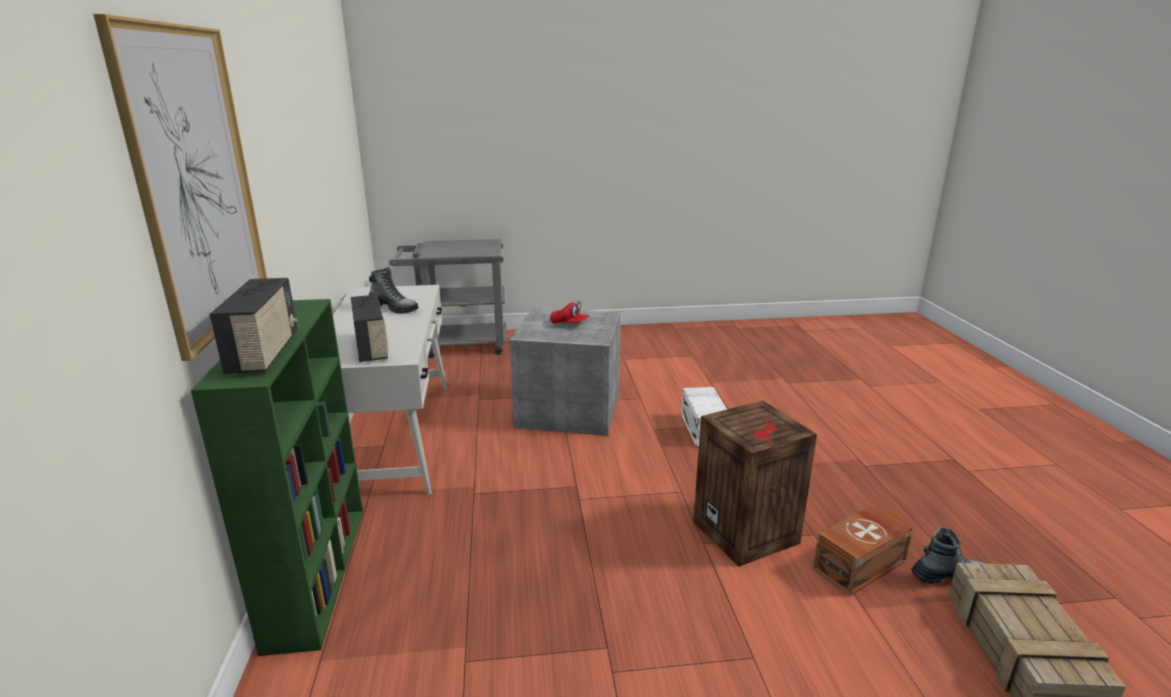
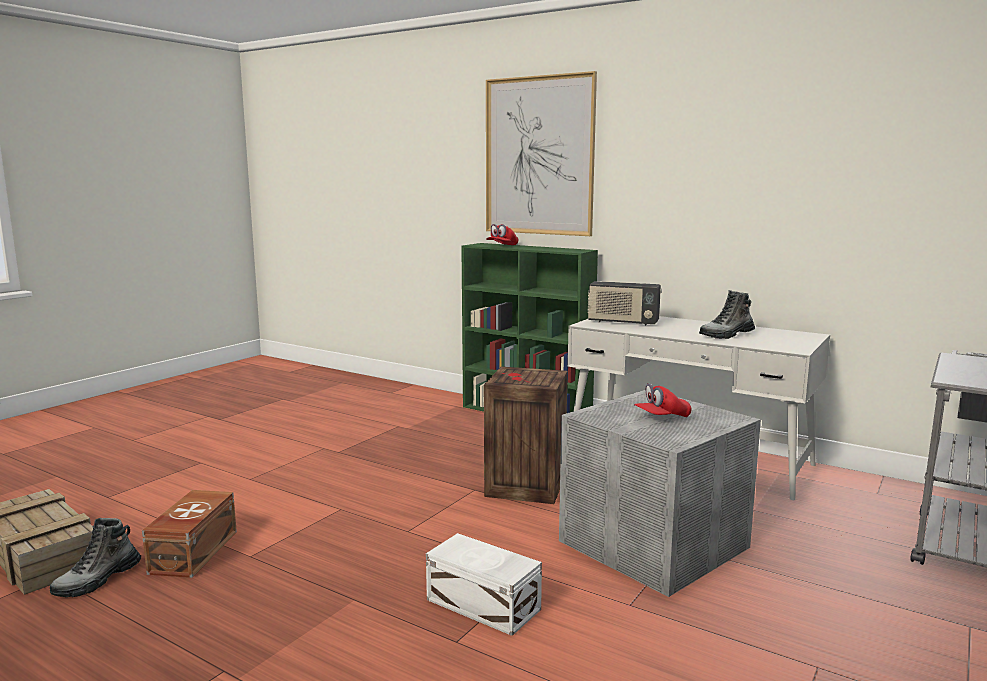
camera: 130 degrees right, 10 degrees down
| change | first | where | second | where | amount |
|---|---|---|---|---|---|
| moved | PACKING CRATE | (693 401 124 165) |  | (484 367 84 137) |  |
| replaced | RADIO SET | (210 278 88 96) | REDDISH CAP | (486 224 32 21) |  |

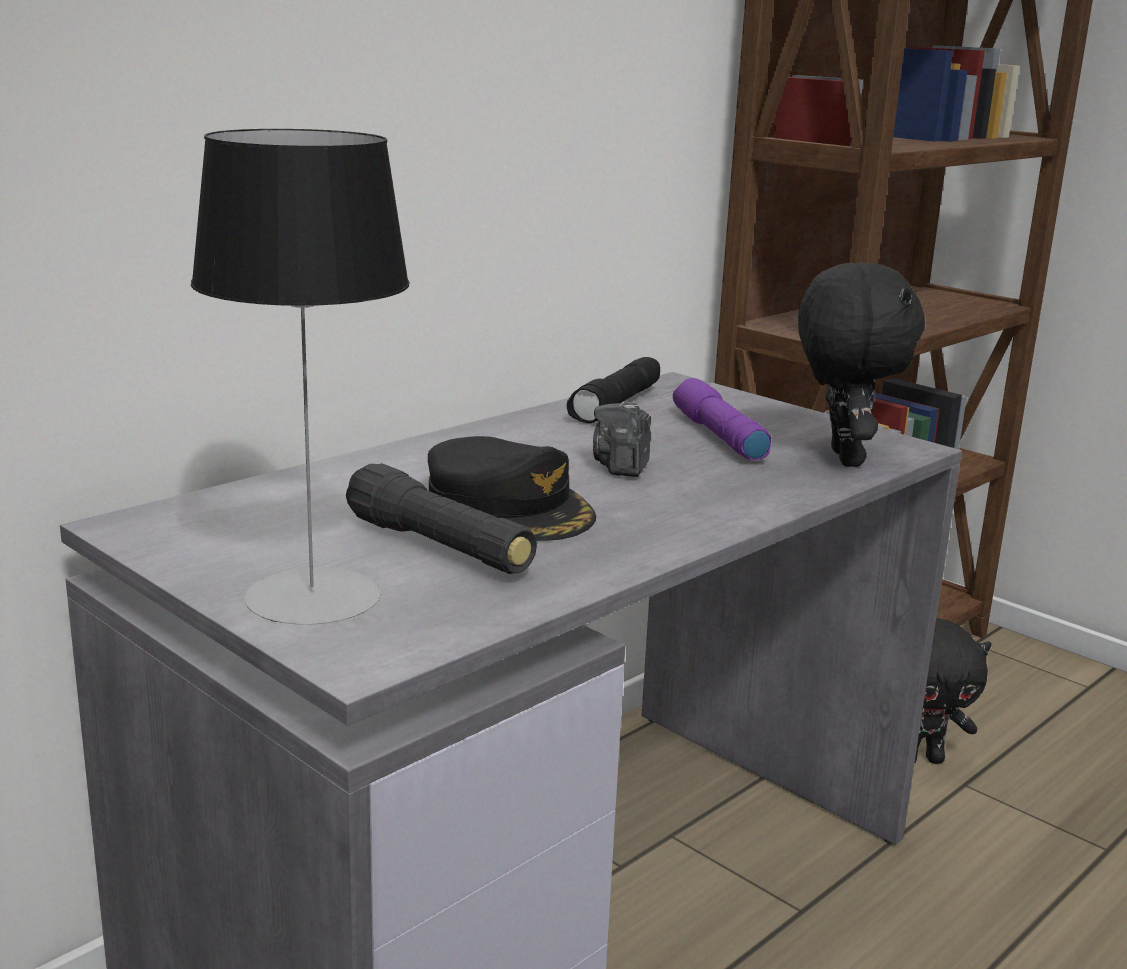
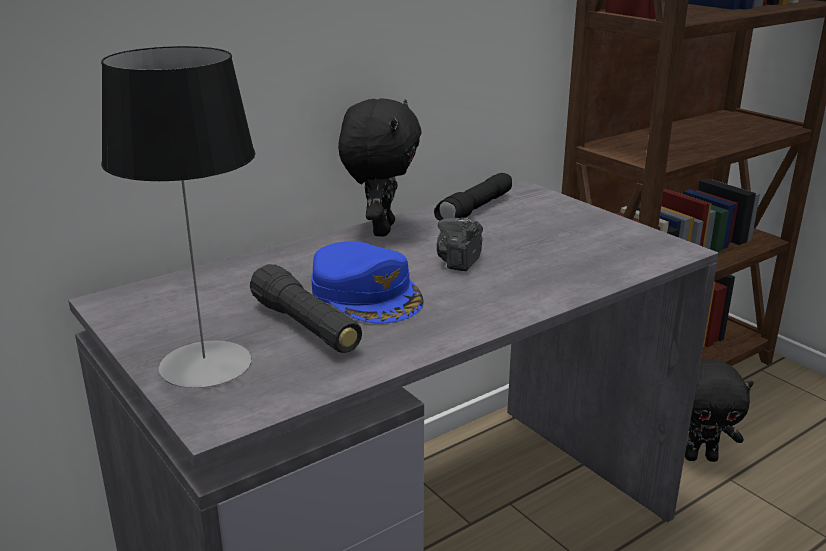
camera: 10 degrees right, 5 degrees up
| change | first | where | second | where | amount |
|---|---|---|---|---|---|
| recoloured | BLACKISH CAP | (428 436 168 105) | BLUE-COLOURED CAP | (311 241 113 83) |  |
| moved | BLACKISH SOFT TOY | (798 262 127 205) |  | (338 98 84 139) |  |
| removed | PURPLISH FLASHLIGHT | (673 378 98 82) |  |  |  |

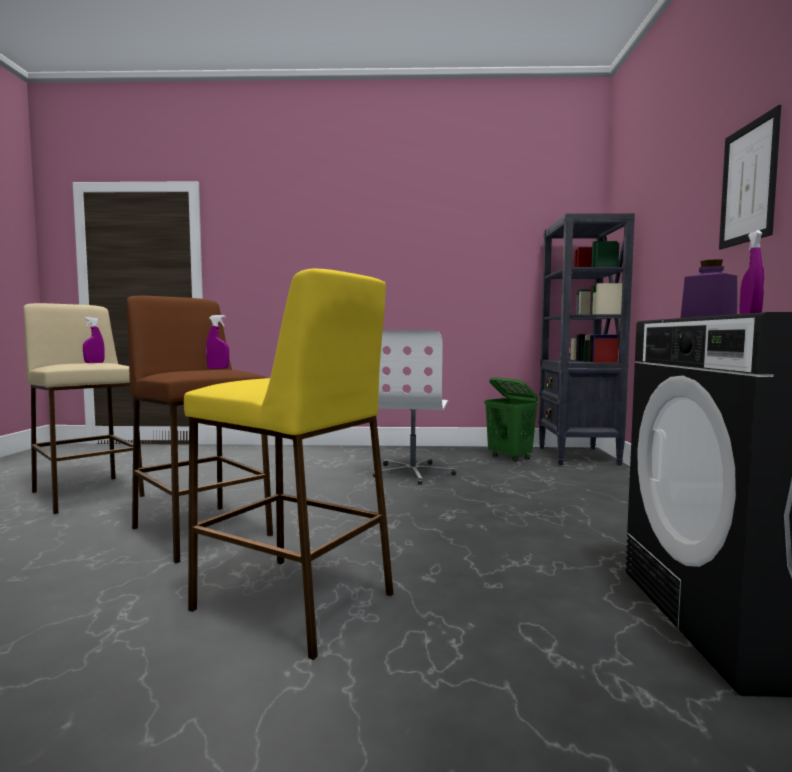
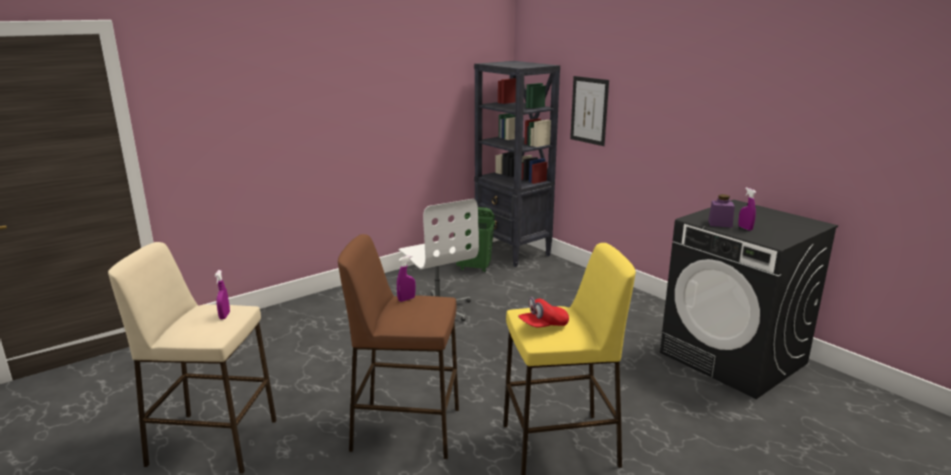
camera: 40 degrees left, 15 degrees up
| change | first | where | second | where | amount |
|---|---|---|---|---|---|
| added |  |  | REDDISH CAP | (518 297 51 31) |  |
| moved | WALL PICTURE | (719 105 62 144) |  | (570 76 39 70) |  |

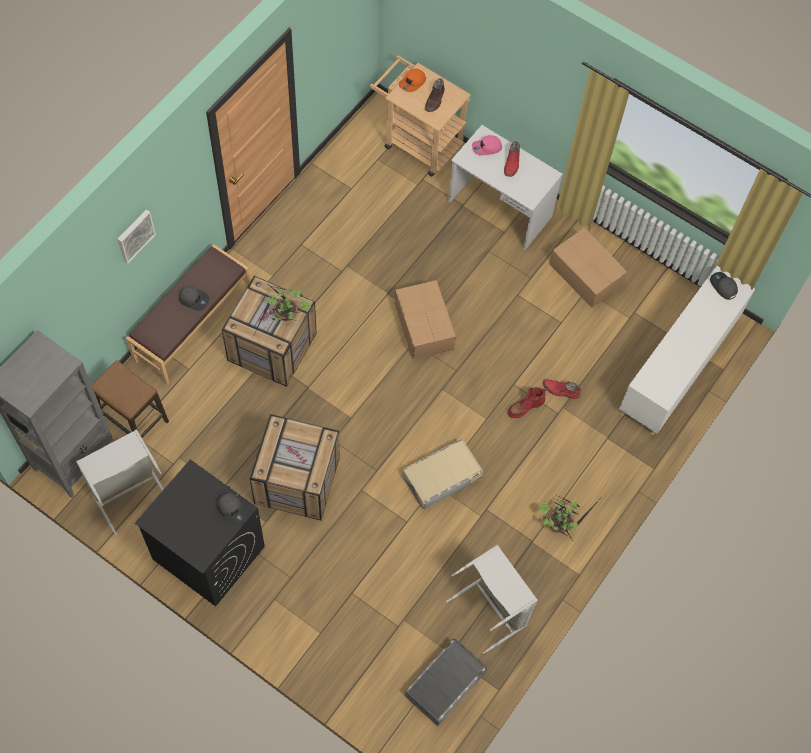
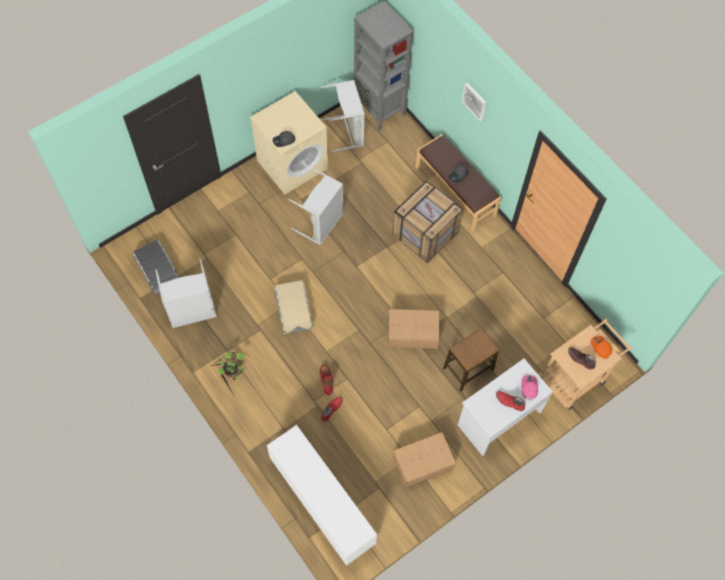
camera: 110 degrees right, 0 degrees up
| change | first | where | second | where | amount |
|---|---|---|---|---|---|
| recoloured | BLACKISH LAUNDRY MACHINE | (135 459 130 147) | SAND-COLOURED LAUNDRY MACHINE | (250 91 78 104) |  |
| replaced | PACKING CRATE | (249 414 91 107) | GRAY HAMPER | (288 168 55 77) |  |
| moved | SITTING STOOL | (92 360 77 78) |  | (443 328 56 63) |  |
| removed | HOUSEPLANT | (255 285 56 47) |  |  |  |
| removed | GRAY CAP | (710 272 28 28) |  |  |  |

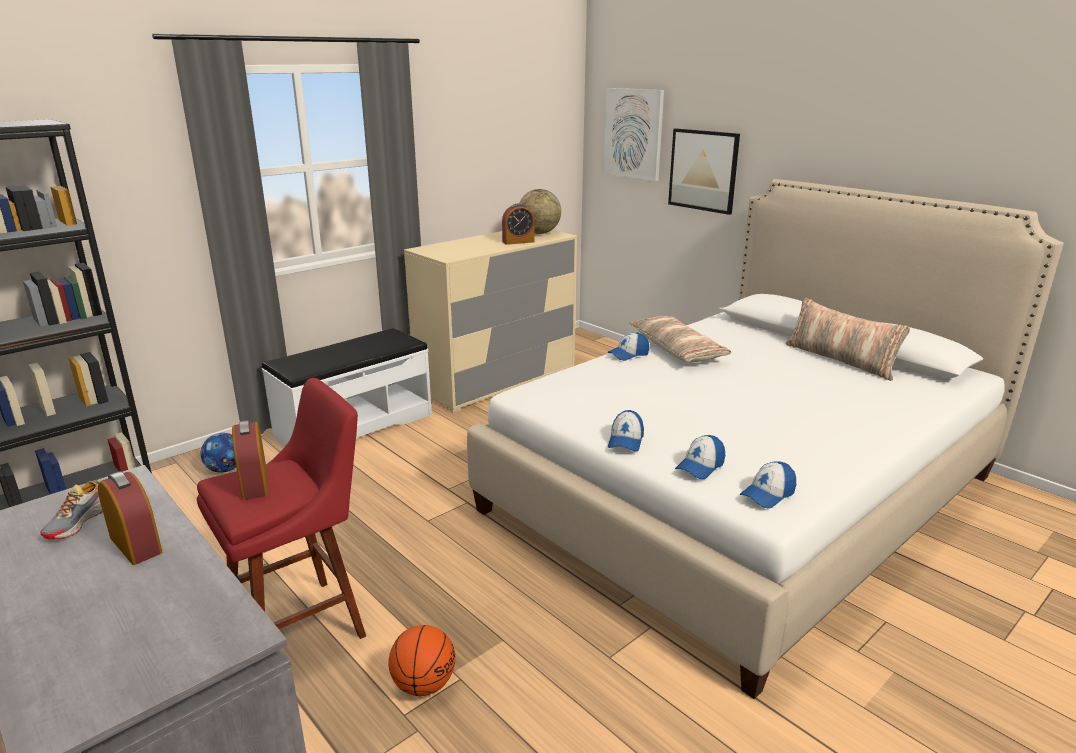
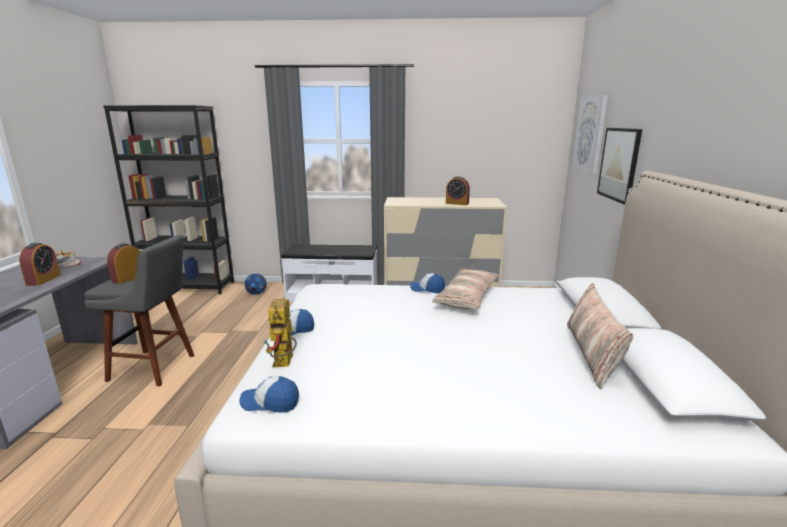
camera: 45 degrees right, 5 degrees down
| change | first | where | second | where | amount |
|---|---|---|---|---|---|
| recoloured | REDDISH SITTING STOOL | (197 378 169 261) | GRAY SITTING STOOL | (84 235 110 152) |  |
| replaced | CAP | (675 435 50 44) | ROBOT FIGURE | (263 299 34 69) |  |
| removed | BASKETBALL BALL | (388 625 68 71) |  |  |  |
| removed | WORLD GLOBE | (519 189 42 45) |  |  |  |

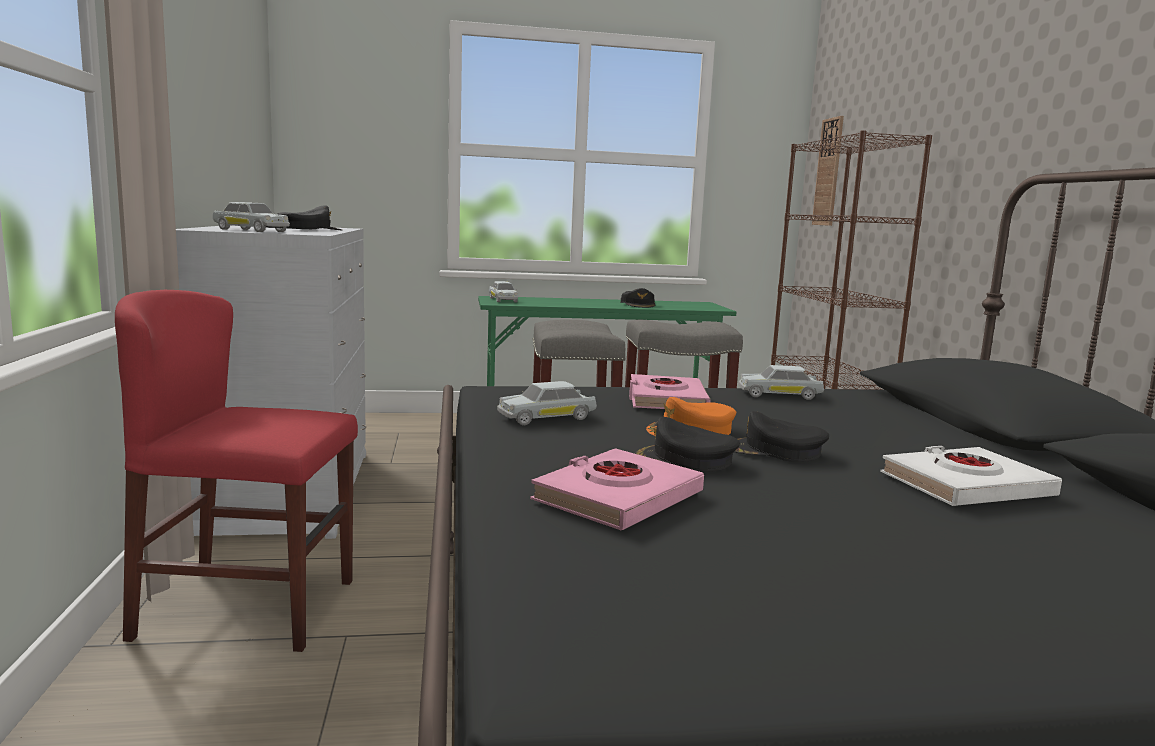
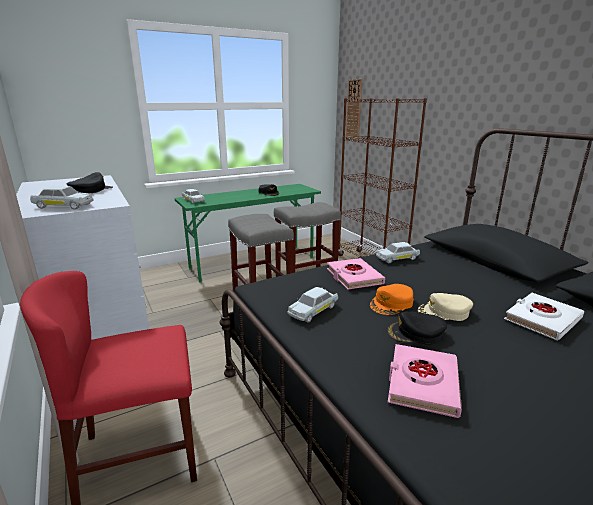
camera: 20 degrees left, 10 degrees up
| change | first | where | second | where | amount |
|---|---|---|---|---|---|
| recoloured | BLACKISH CAP | (734 411 95 51) | SAND-COLOURED CAP | (418 293 55 28) |  |

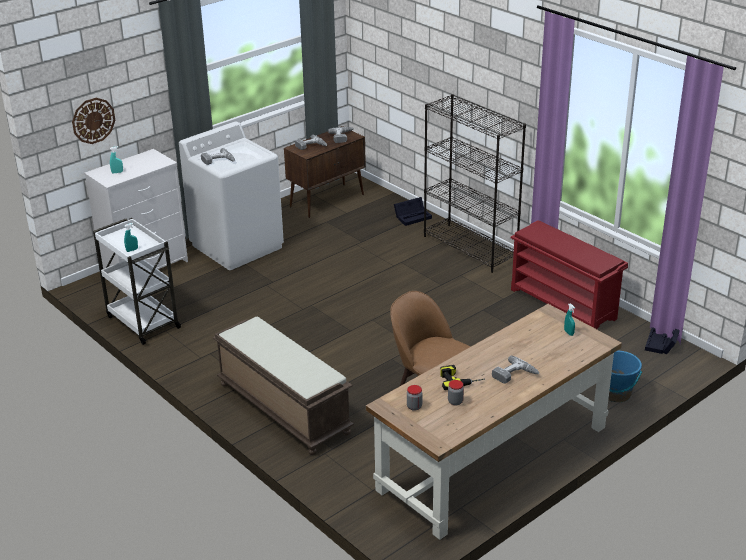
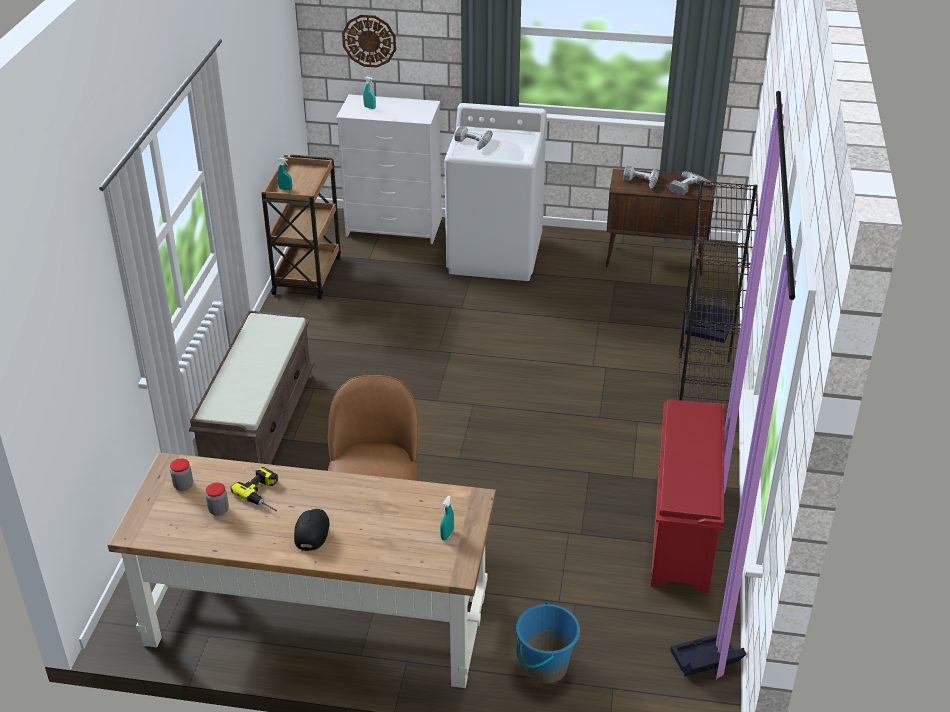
camera: 50 degrees right, 5 degrees up
| change | first | where | second | where | amount |
|---|---|---|---|---|---|
| recoloured | WHITE-COLOURED CART | (93 218 88 127) | BROWN CART | (261 154 80 145) |  |
| replaced | ELECTRIC DRILL | (492 356 48 28) | BLACKISH CAP | (294 509 36 42) |  |

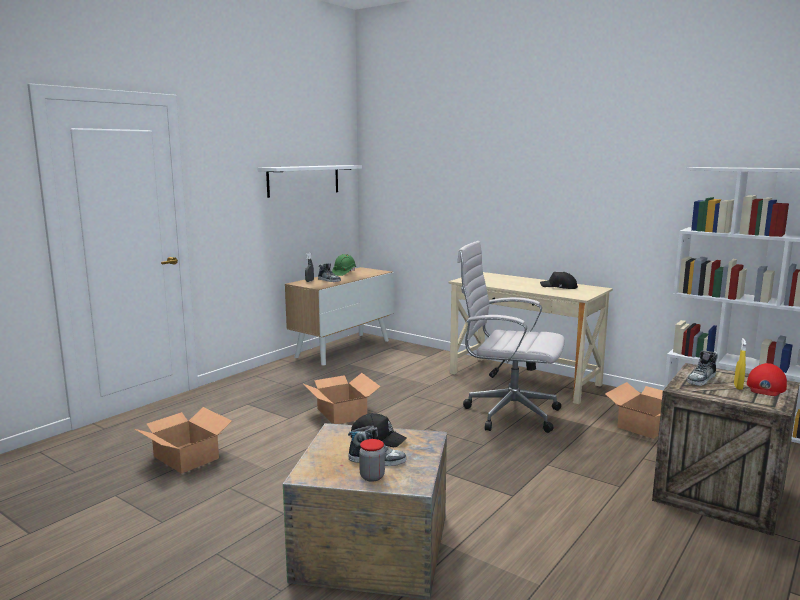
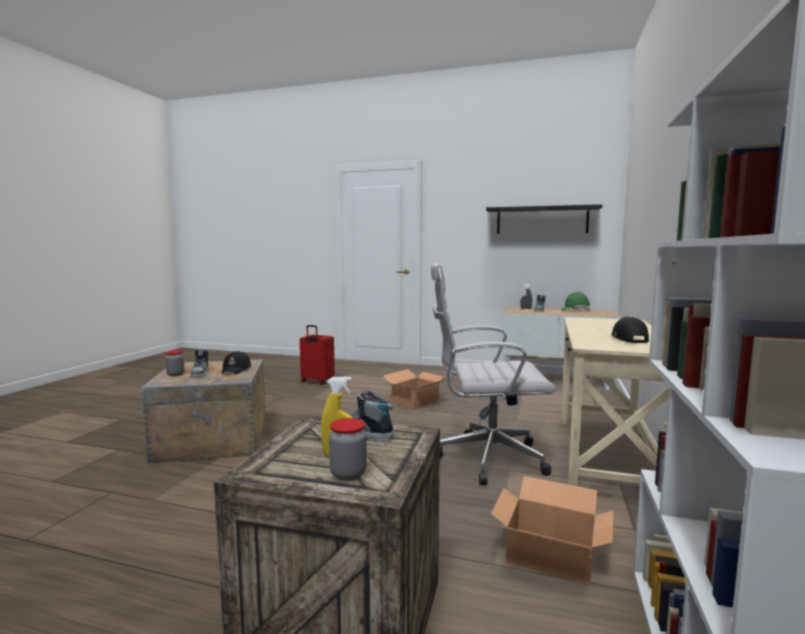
camera: 70 degrees right, 5 degrees down
| change | first | where | second | where | amount |
|---|---|---|---|---|---|
| replaced | CARDBOARD BOX | (135 407 97 67) | REDDISH SUITCASE | (300 325 35 60) |  |
| replaced | REDDISH CAP | (747 363 40 33) | JAR | (329 418 38 63) |  |
| turned | WHITE-COLOURED DESK CHAIR | (457 241 108 192) |  | (431 263 125 222) | 90 degrees counterclockwise |
| recoloured | WHITE-COLOURED SHELF | (258 165 104 33) | BLACKISH SHELF | (486 204 116 30) |  |

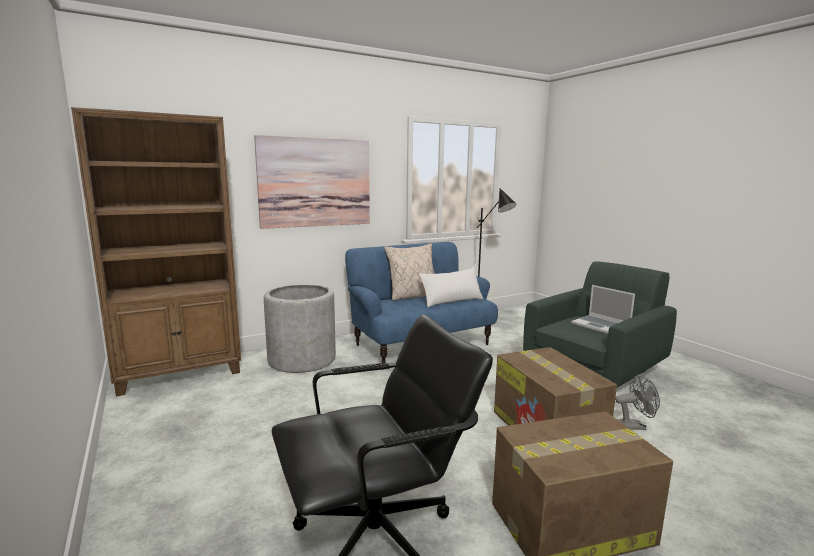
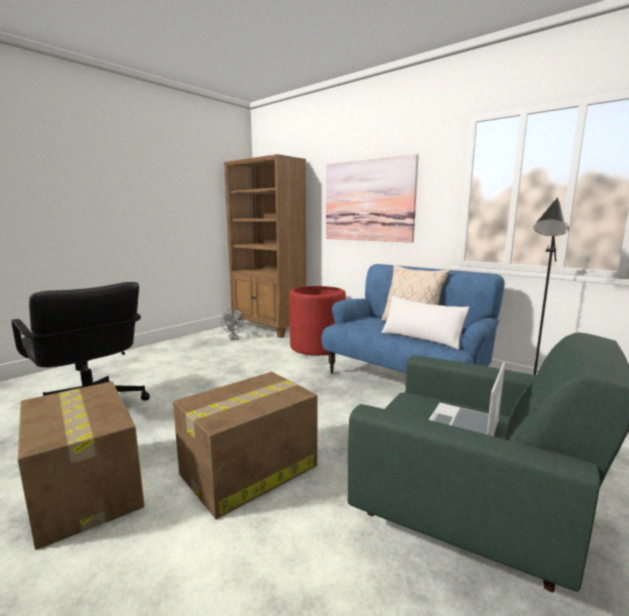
camera: 70 degrees right, 0 degrees up
| change | first | where | second | where | amount |
|---|---|---|---|---|---|
| moved | GRAY COOLING FAN | (615 374 45 56) |  | (221 309 26 32) |  |
| recoloured | GRAY FLOWER POT | (264 285 72 88) | REDDISH FLOWER POT | (289 286 57 70) |  |

